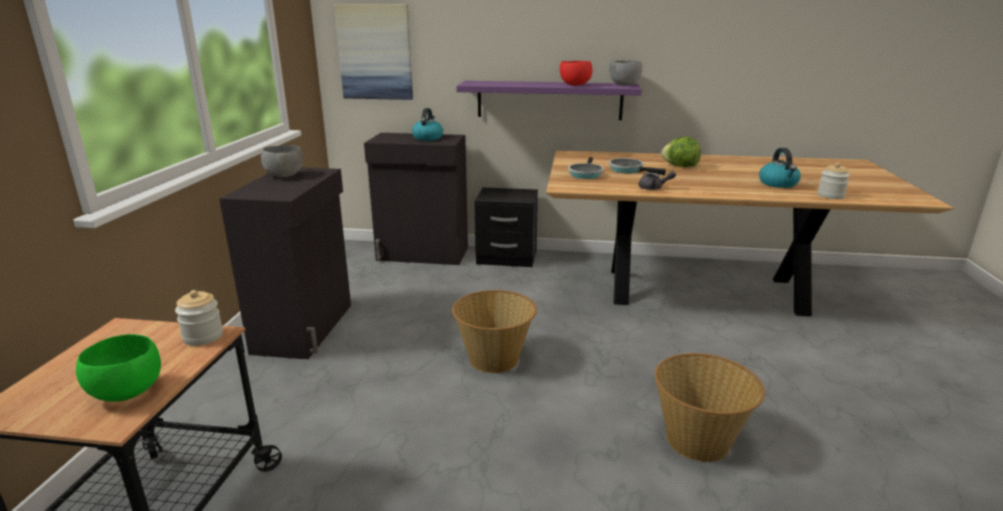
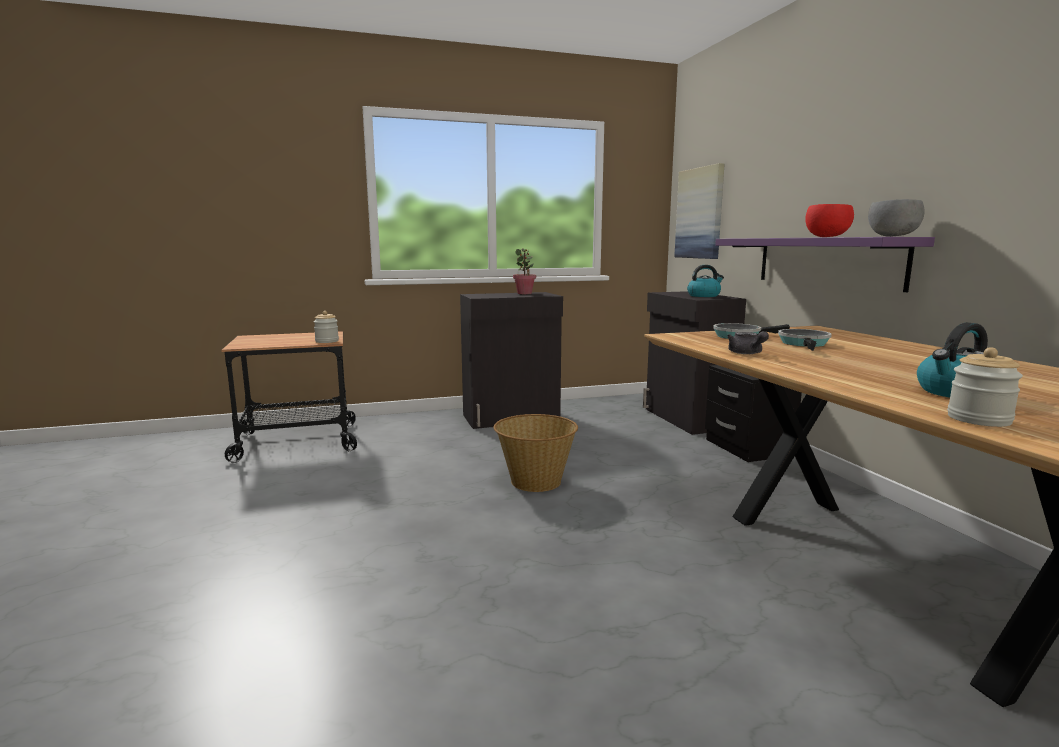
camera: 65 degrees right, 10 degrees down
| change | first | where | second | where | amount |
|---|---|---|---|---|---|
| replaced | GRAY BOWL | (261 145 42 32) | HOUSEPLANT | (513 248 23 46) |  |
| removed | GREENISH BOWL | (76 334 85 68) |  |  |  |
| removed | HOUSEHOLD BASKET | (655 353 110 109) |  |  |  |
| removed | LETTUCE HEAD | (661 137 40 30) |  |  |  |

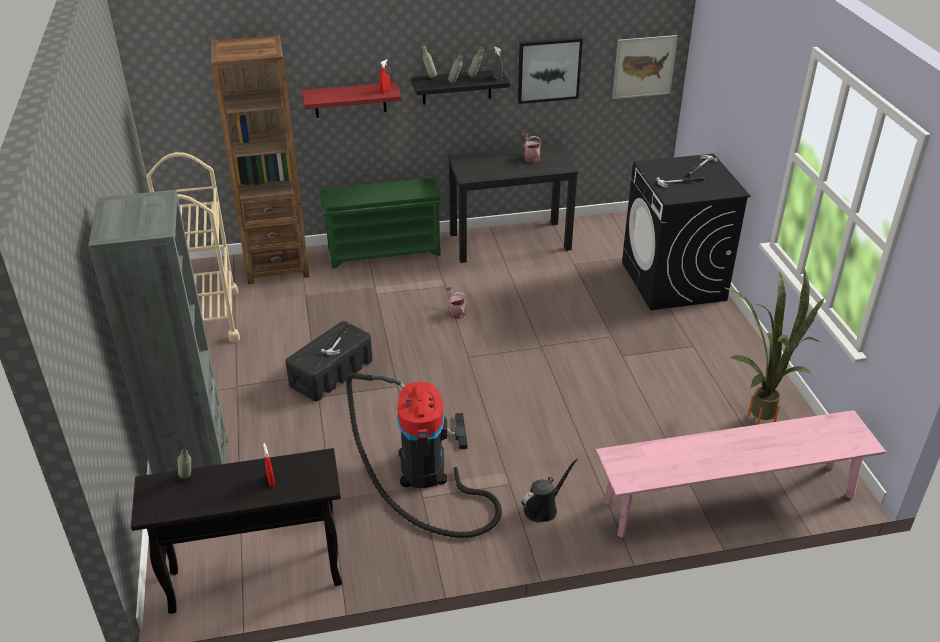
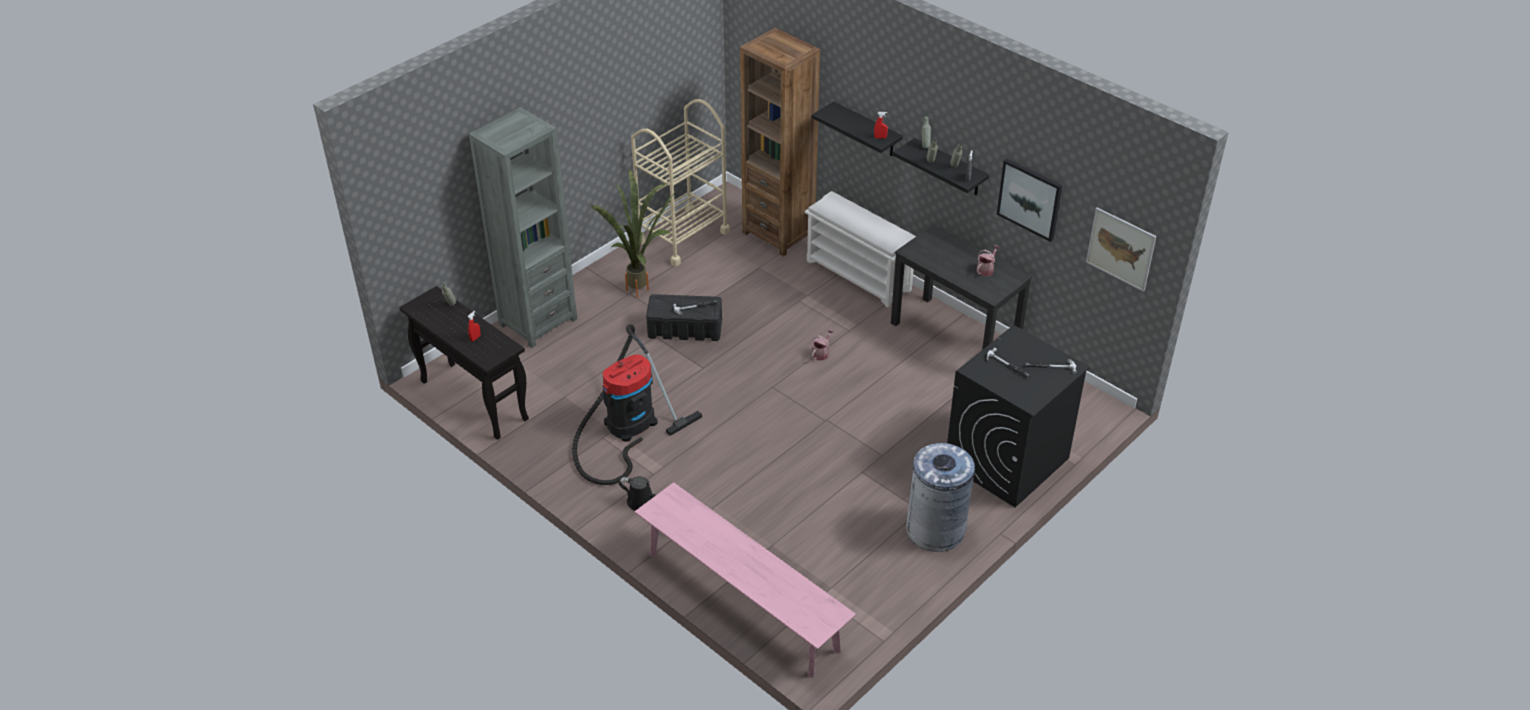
camera: 55 degrees right, 5 degrees up
| change | first | where | second | where | amount |
|---|---|---|---|---|---|
| moved | HOUSEPLANT | (723 270 101 155) |  | (590 168 87 130) |  |
| recoloured | GREENISH SHOE RACK | (319 178 125 90) | WHITE-COLOURED SHOE RACK | (804 191 112 117) |  |
| recoloured | REDDISH SHELF | (302 82 99 36) | BLACKISH SHELF | (812 101 91 55) |  |
| added |  |  | GRAY TRASH CAN | (906 443 69 109) |  |

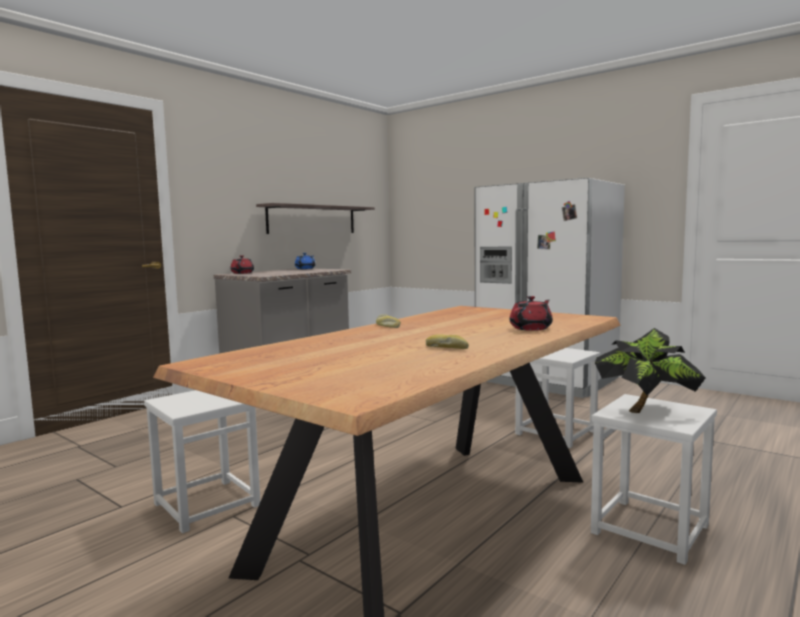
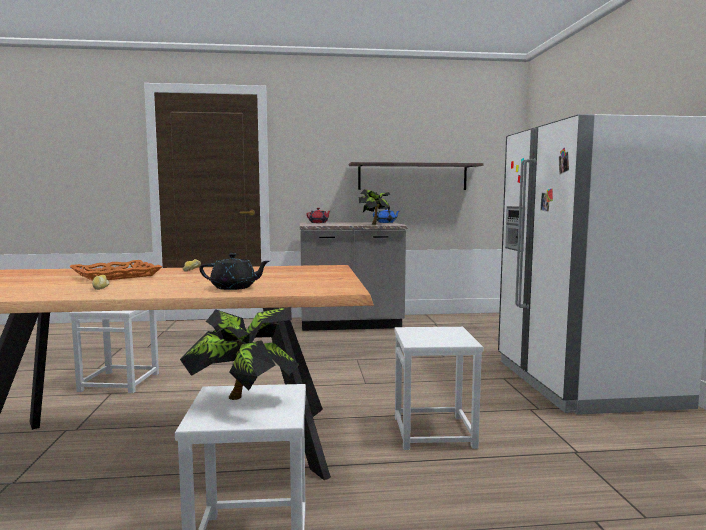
camera: 45 degrees right, 0 degrees up
| change | first | where | second | where | amount |
|---|---|---|---|---|---|
| added |  |  | ORANGE SERVING TRAY | (69 260 93 21) |  |
| recoloured | REDDISH TEAPOT | (509 296 44 35) | BLACKISH TEAPOT | (199 253 71 37) |  |
| added |  |  | HOUSEPLANT | (359 189 31 36) |  |

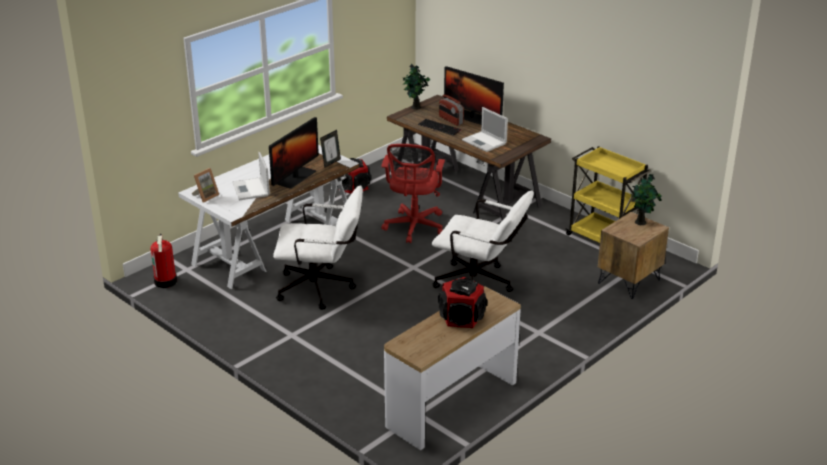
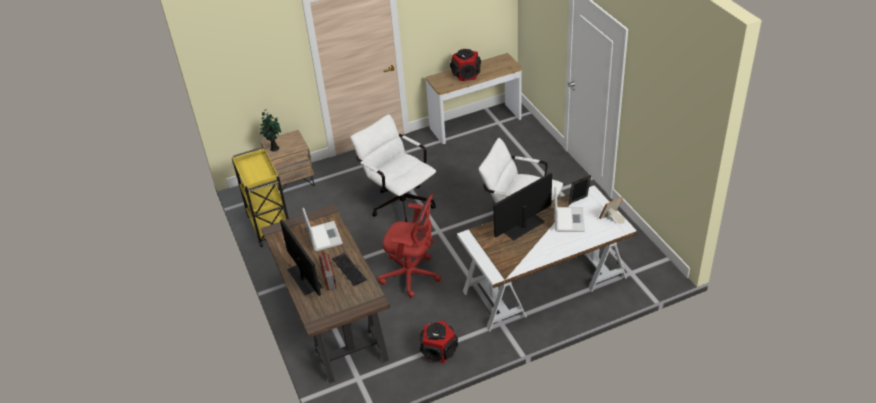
camera: 155 degrees left, 10 degrees up
| change | first | where | second | where | amount |
|---|---|---|---|---|---|
| turned | REDDISH DESK CHAIR | (381 144 64 99) |  | (378 194 63 104) | 75 degrees clockwise |
| moved | PICTURE FRAME | (320 130 21 38) |  | (569 175 22 29) |  |
| removed | EXTINGUISHER | (151 234 26 54) |  |  |  |
| removed | HOUSEPLANT | (403 64 27 46) |  |  |  |

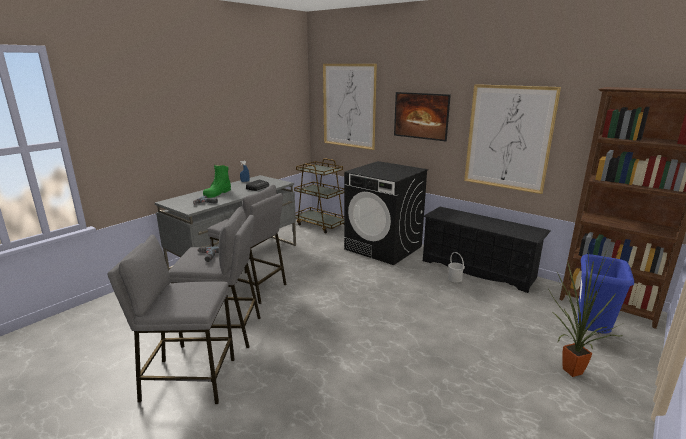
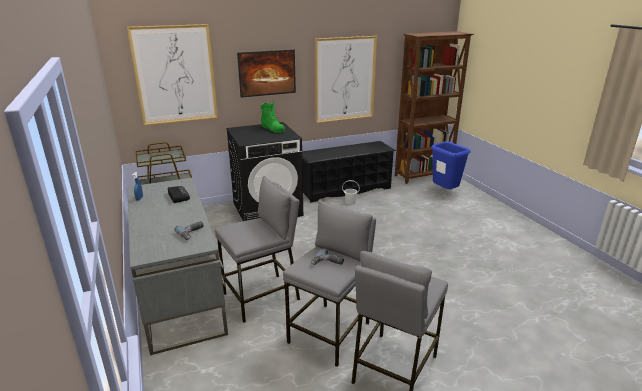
camera: 60 degrees left, 5 degrees up
| change | first | where | second | where | amount |
|---|---|---|---|---|---|
| moved | GREENISH TALL BOOT | (203 164 28 34) |  | (261 102 24 31) |  |
| removed | HOUSEPLANT | (549 251 80 126) |  |  |  |

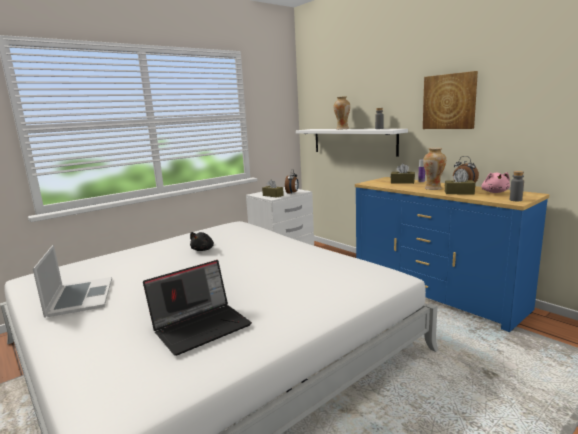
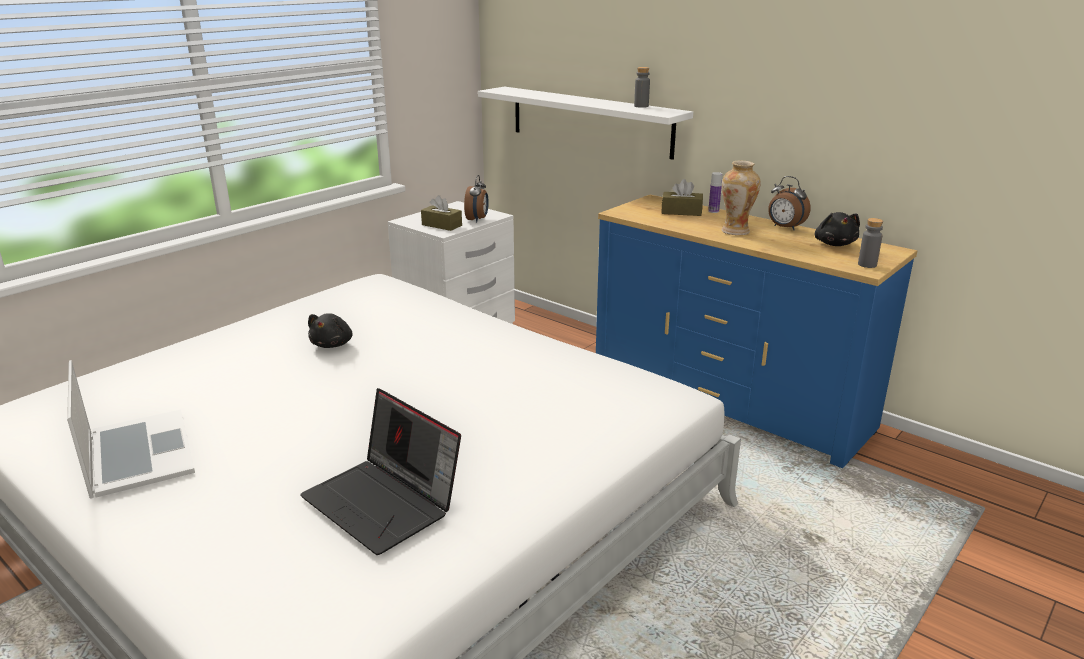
camera: 10 degrees left, 10 degrees up
| change | first | where | second | where | amount |
|---|---|---|---|---|---|
| turned | PORTABLE COMPUTER | (143 260 109 96) |  | (300 388 161 167) | 90 degrees clockwise |
| recoloured | PINK-COLOURED SOFT TOY | (481 172 29 21) | BLACKISH SOFT TOY | (815 212 45 34) |  |
| removed | VASE | (334 96 16 34) |  |  |  |
| removed | WALL PICTURE | (423 71 55 58) |  |  |  |
| removed | BROWN BOX OF TISSUES | (445 171 30 23) |  |  |  |

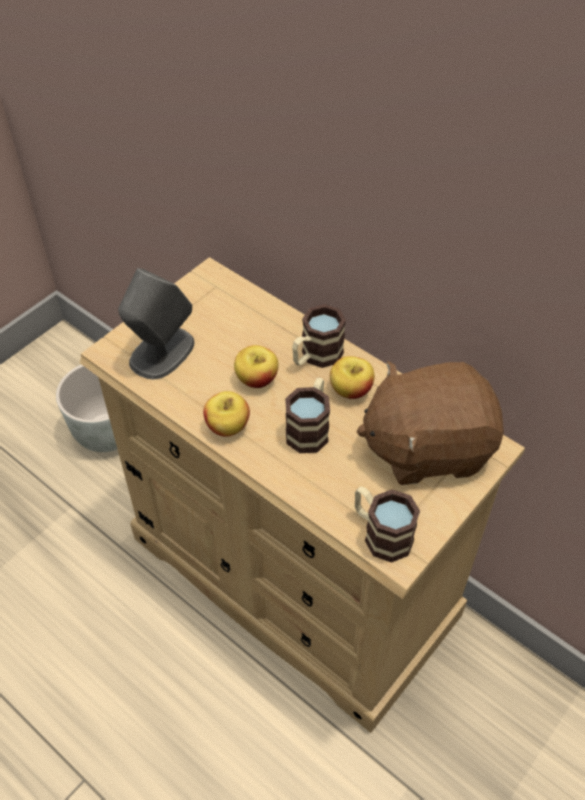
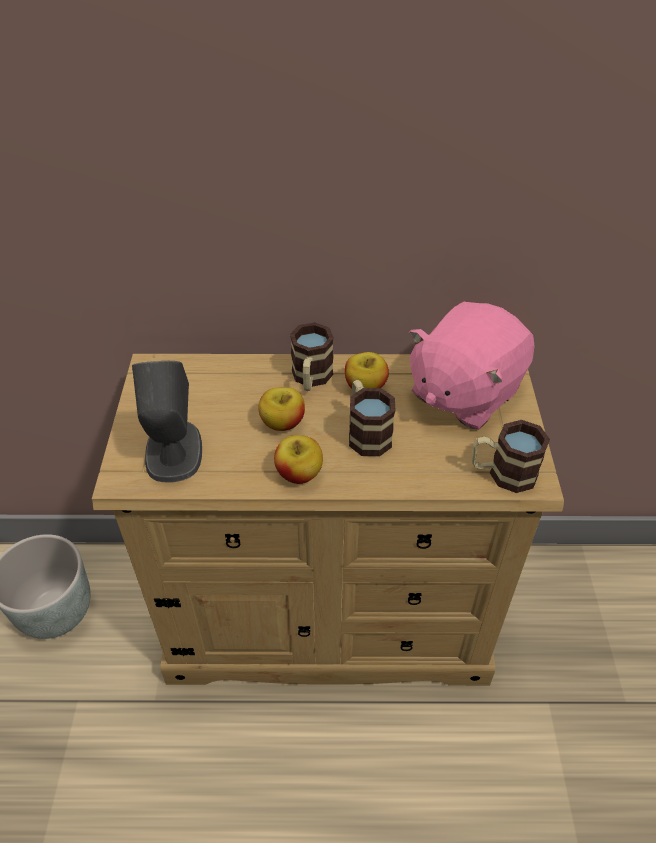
camera: 40 degrees left, 5 degrees down
| change | first | where | second | where | amount |
|---|---|---|---|---|---|
| recoloured | BROWN SOFT TOY | (356 361 148 124) | PINK-COLOURED SOFT TOY | (409 302 126 128) |  |

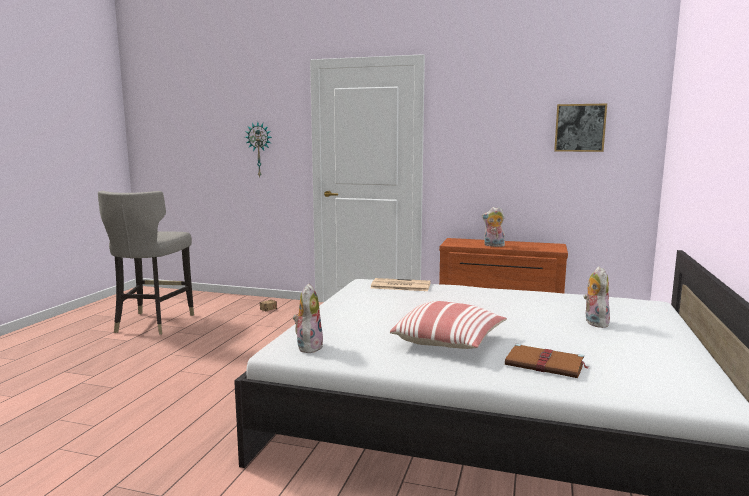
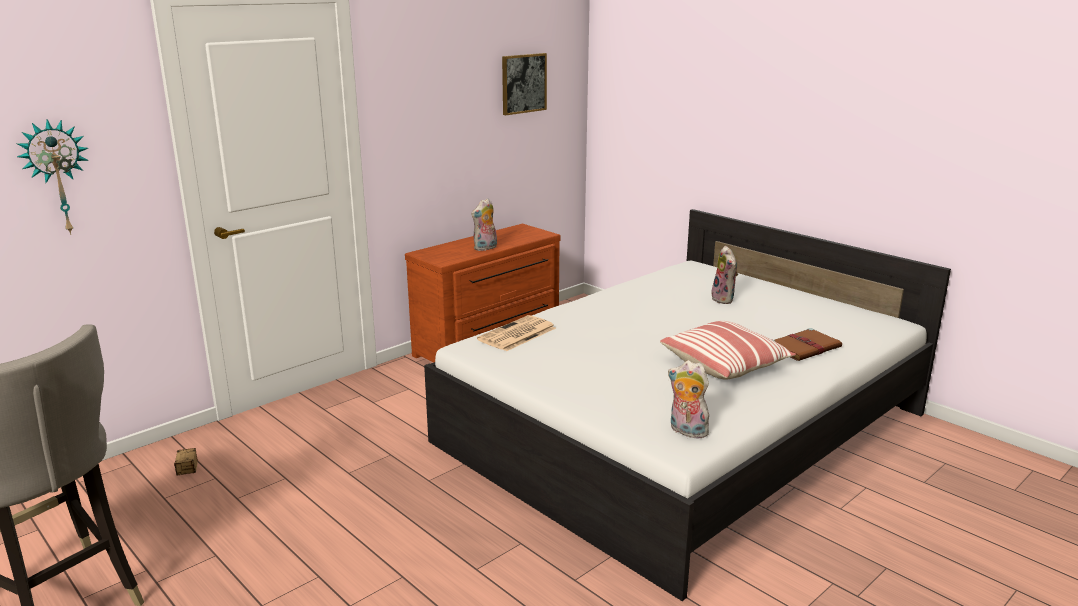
camera: 60 degrees left, 10 degrees up
| change | first | where | second | where | amount |
|---|---|---|---|---|---|
| turned | SOFT TOY | (583 266 27 62) |  | (711 246 27 58) | 135 degrees counterclockwise |

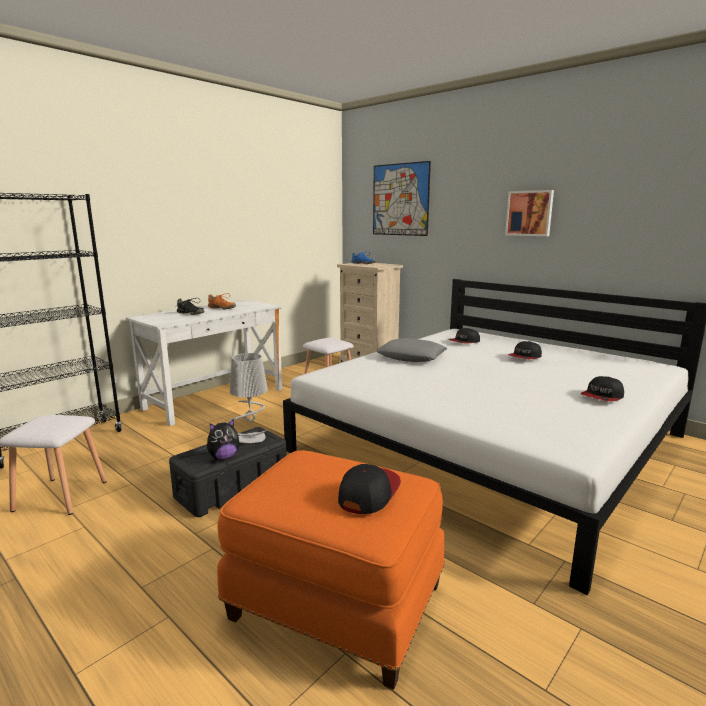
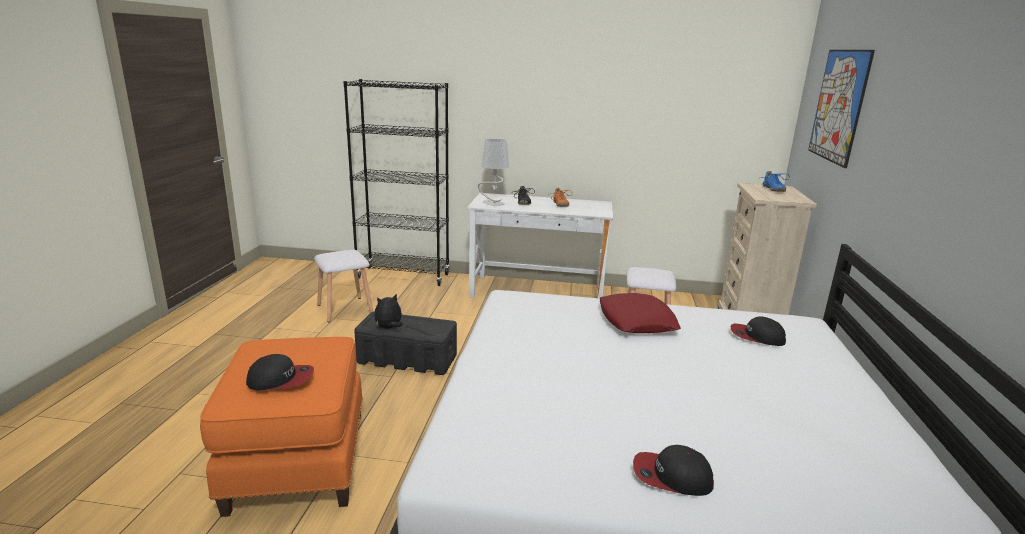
camera: 55 degrees right, 5 degrees up
| change | first | where | second | where | amount |
|---|---|---|---|---|---|
| turned | SOFT TOY | (207 419 33 41) |  | (374 293 29 36) | 120 degrees clockwise |
| moved | GRAY TABLETOP LAMP | (227 353 42 90) |  | (478 139 31 67) |  |
| recoloured | GRAY THROW PILLOW | (376 338 71 24) | REDDISH THROW PILLOW | (600 293 81 40) |  |
| removed | WALL PICTURE | (505 190 49 46) |  |  |  |
| removed | CAP | (508 341 34 18) |  |  |  |

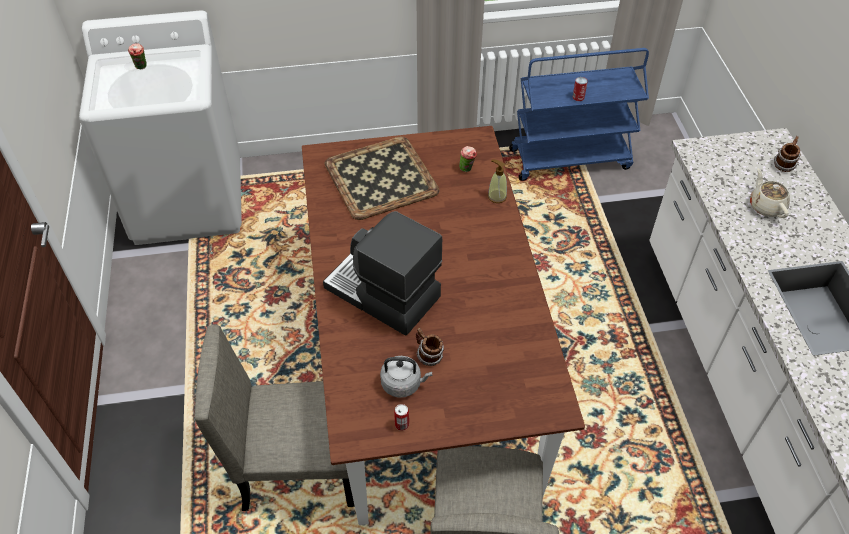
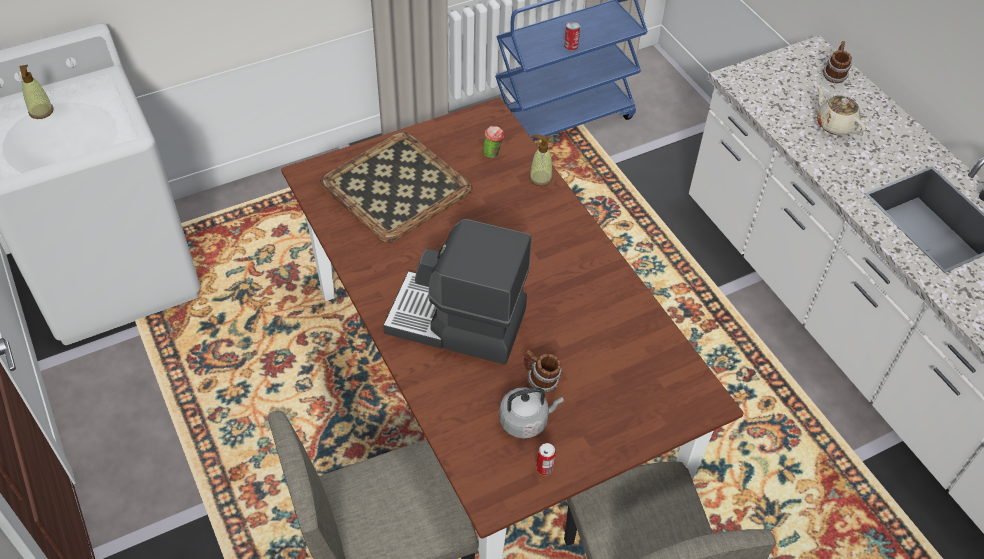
camera: 20 degrees left, 0 degrees up
| change | first | where | second | where | amount |
|---|---|---|---|---|---|
| replaced | DRINKING CUP | (128 43 19 26) | SOAP BOTTLE | (19 65 35 54) |  |

